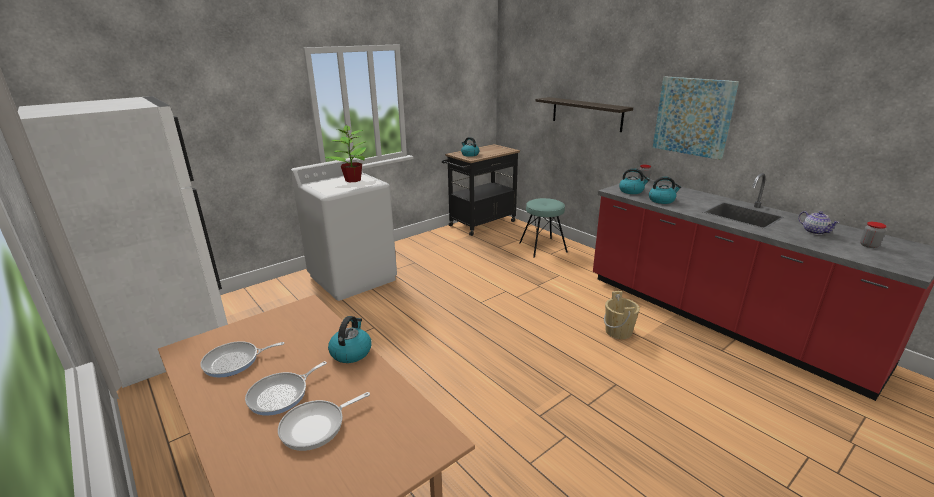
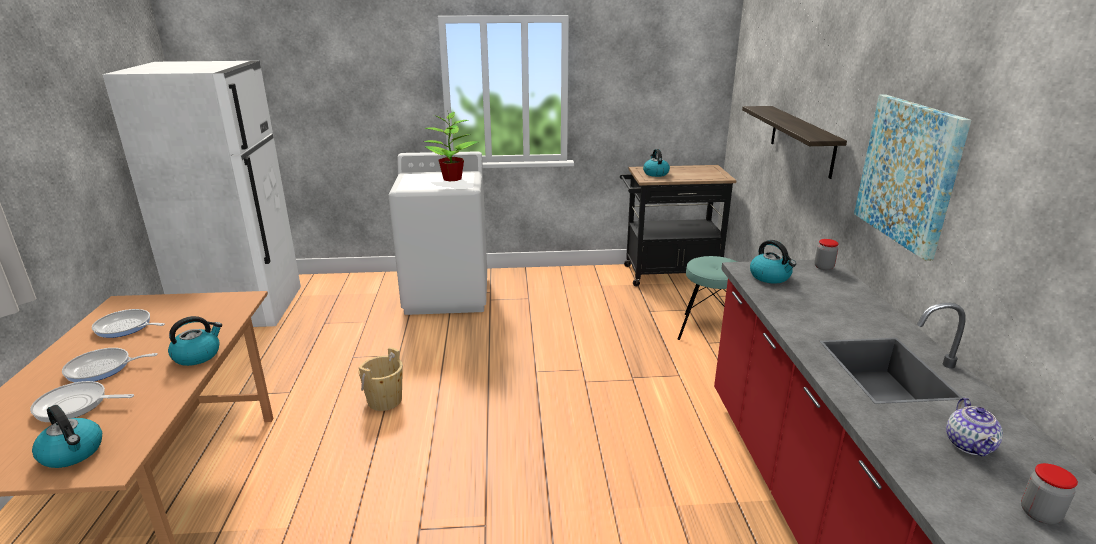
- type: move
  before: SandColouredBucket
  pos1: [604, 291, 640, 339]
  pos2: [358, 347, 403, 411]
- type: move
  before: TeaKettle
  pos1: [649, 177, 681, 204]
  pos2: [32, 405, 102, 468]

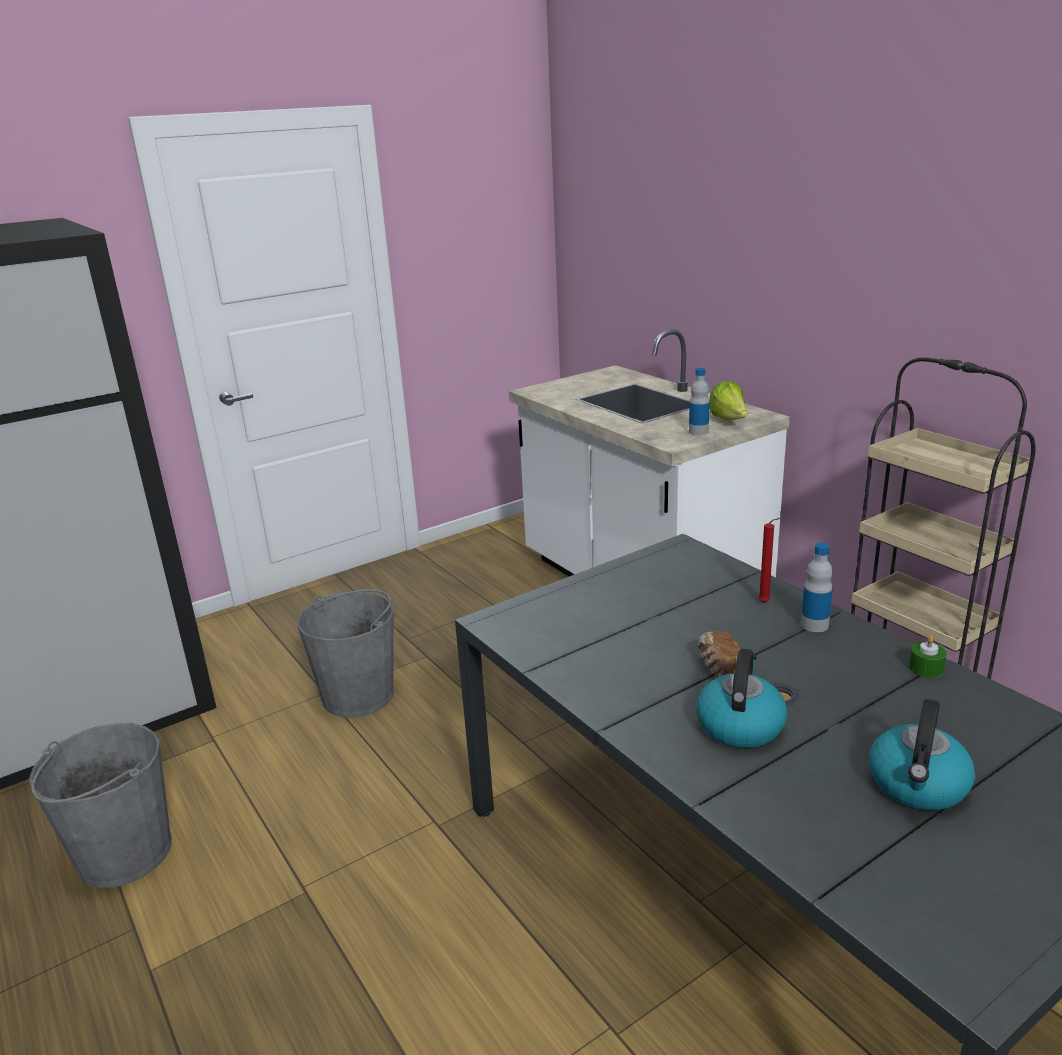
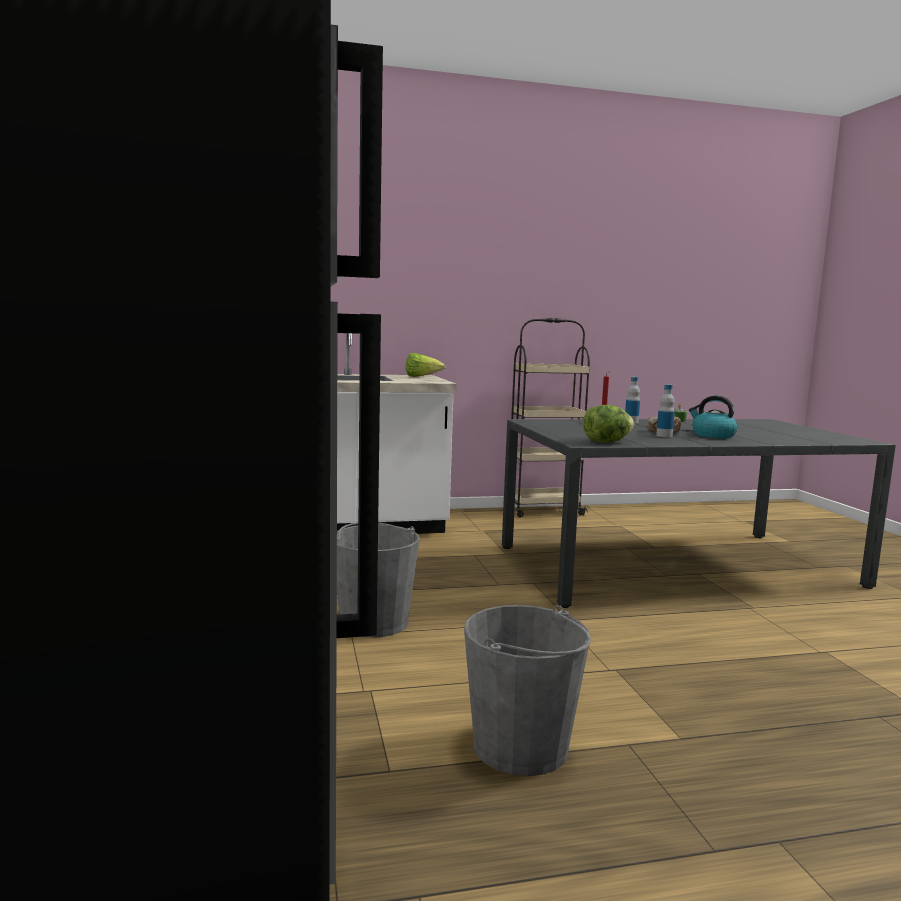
- type: delete
  before: TeaKettle
  pos1: [869, 699, 975, 810]
- type: insert
  after: Lettuce
  pos2: [583, 405, 634, 443]
- type: move
  before: Bottle
  pos1: [689, 368, 710, 435]
  pos2: [656, 384, 675, 437]

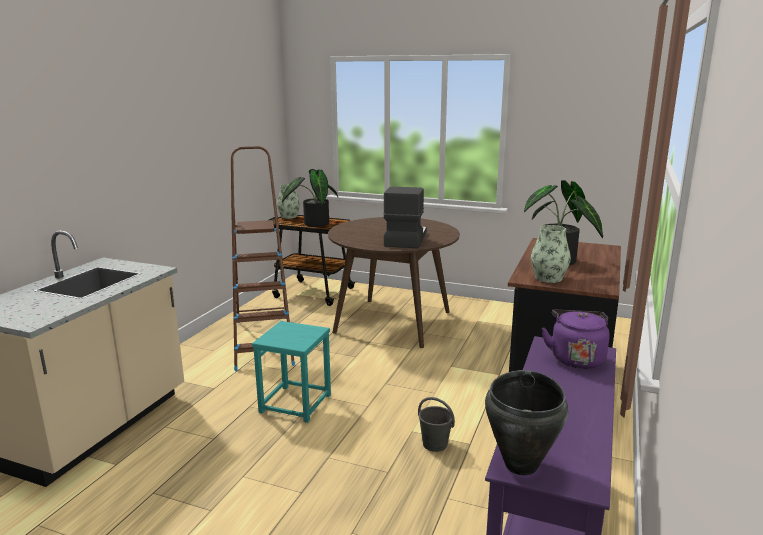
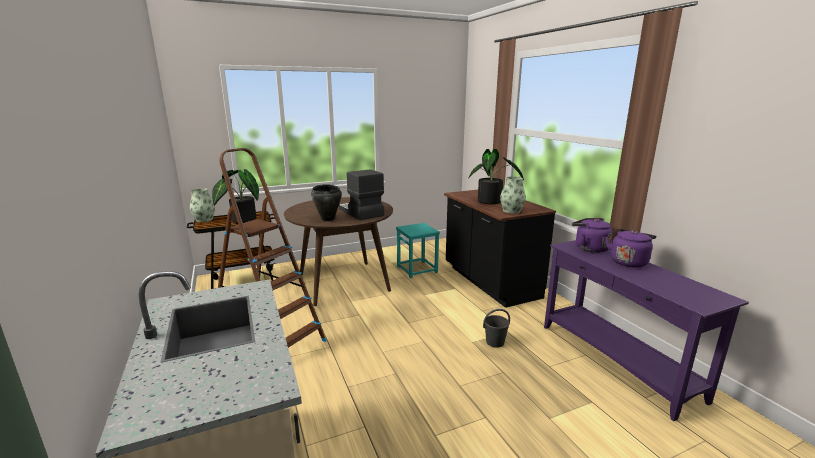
- type: insert
  after: PurplishTeaKettle
  pos2: [605, 229, 656, 268]
- type: move
  before: BlueGreenStoolSeat
  pos1: [252, 321, 331, 423]
  pos2: [396, 223, 440, 278]
- type: move
  before: BlackishStockpot
  pos1: [485, 370, 569, 475]
  pos2: [311, 184, 342, 221]

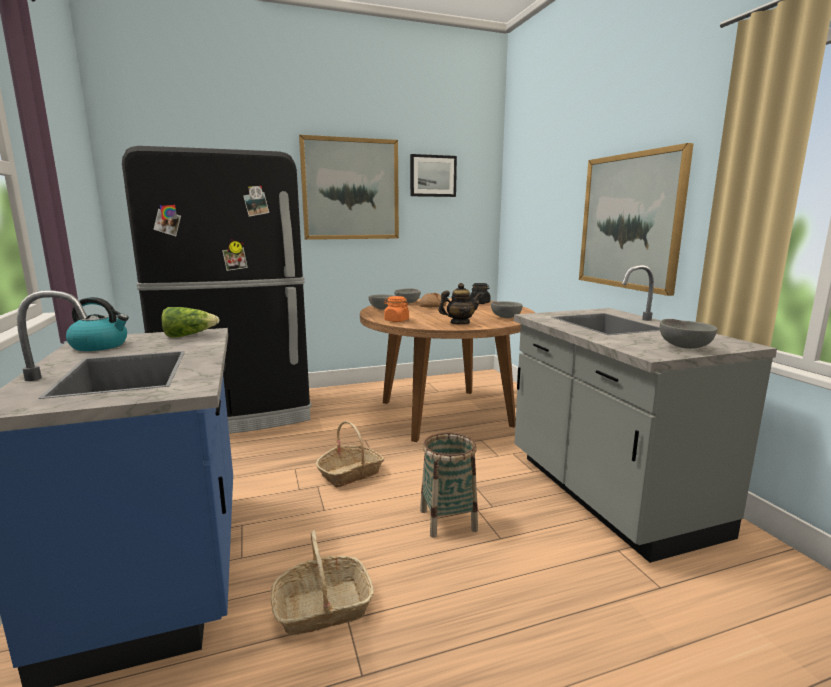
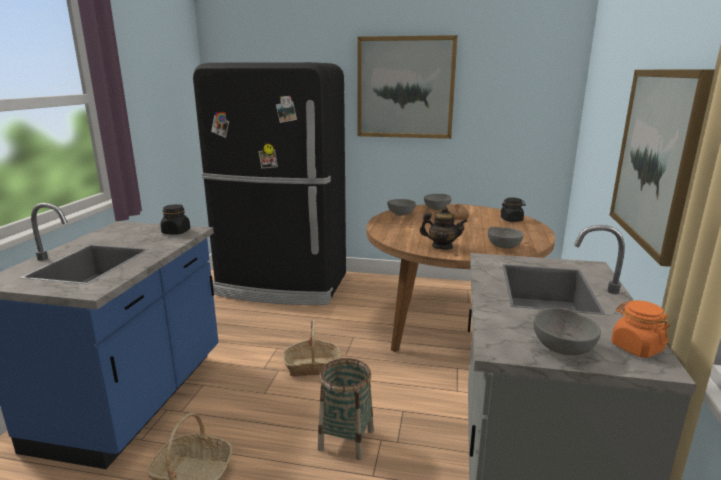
- type: delete
  before: TeaKettle
  pos1: [66, 297, 129, 351]
- type: delete
  before: WallArt
  pos1: [410, 154, 457, 197]
- type: move
  before: OrangePreserveJar
  pos1: [384, 296, 409, 322]
  pos2: [611, 300, 670, 358]
- type: replace
  before: Lettuce
  after: BlackishPreserveJar
  pos1: [161, 307, 220, 338]
  pos2: [160, 204, 190, 235]

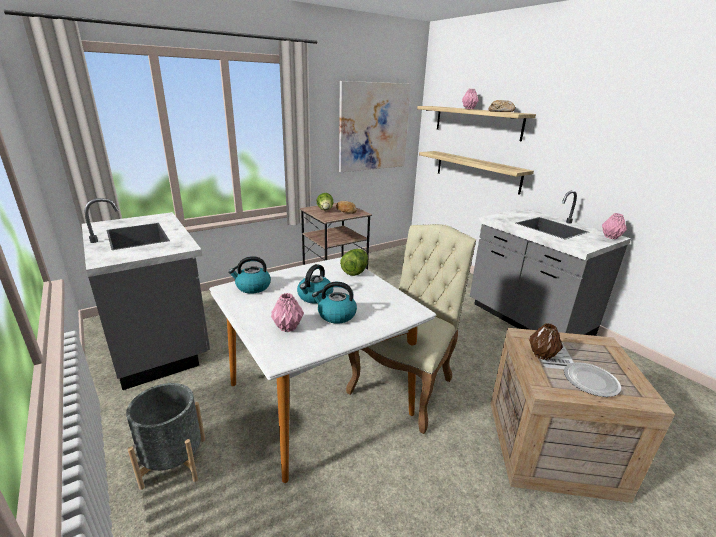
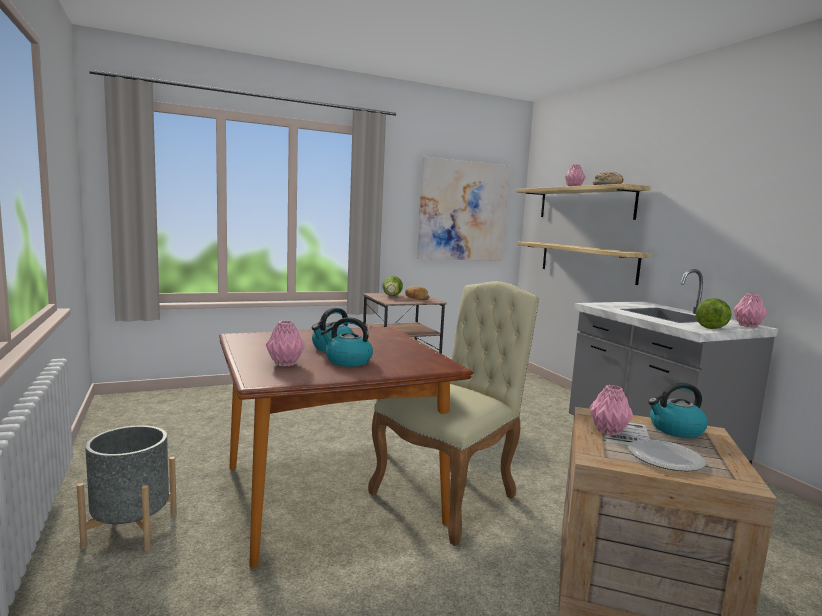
- type: delete
  before: GreyishCounter
  pos1: [82, 198, 210, 390]
- type: move
  before: TeaKettle
  pos1: [228, 256, 271, 294]
  pos2: [648, 382, 708, 438]
- type: move
  before: Lettuce
  pos1: [340, 249, 368, 276]
  pos2: [695, 298, 732, 329]
- type: recolor
  before: WhiteColouredDinnerTable
  after: BrownColouredDinnerTable
  pos1: [209, 257, 436, 483]
  pos2: [219, 327, 473, 568]
- type: recolor
  before: BrownColouredDecorativeVase
  after: PinkishDecorativeVase
  pos1: [529, 323, 563, 360]
  pos2: [589, 385, 633, 436]

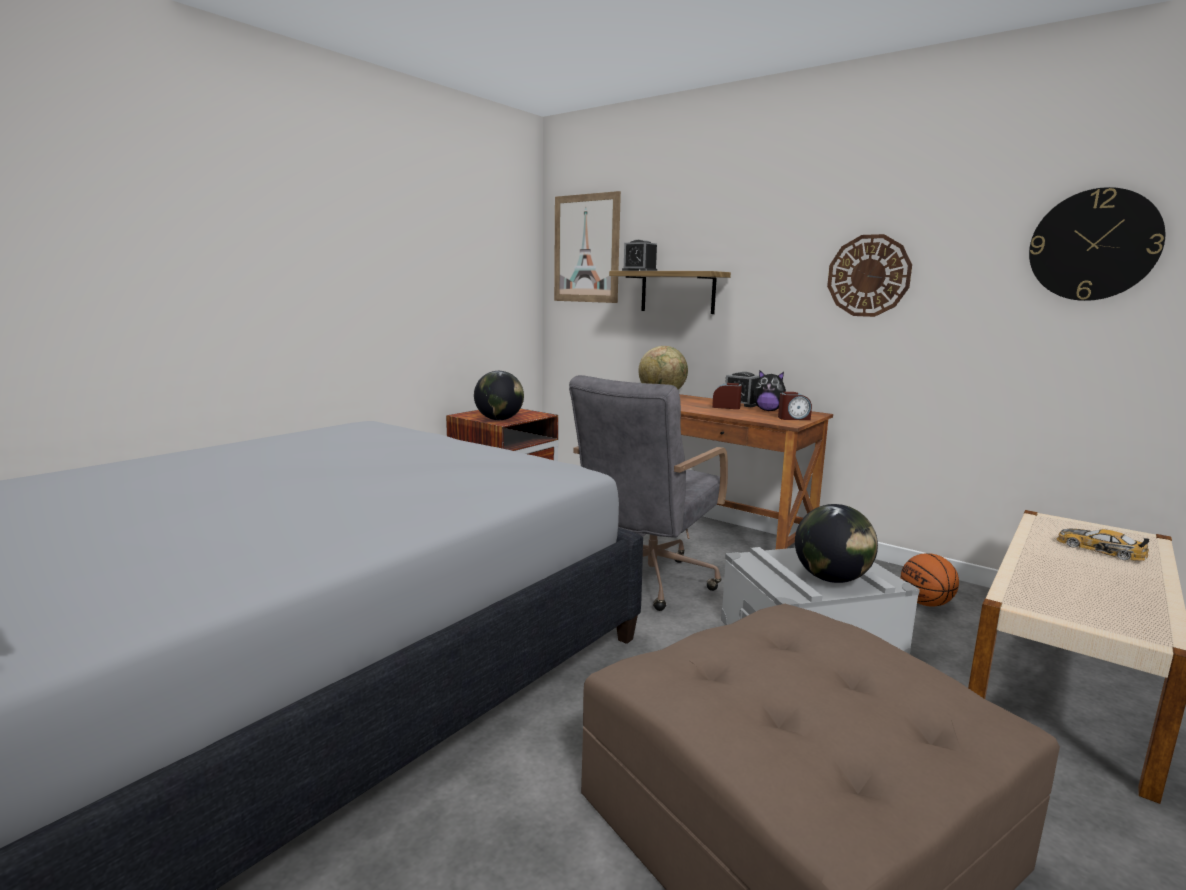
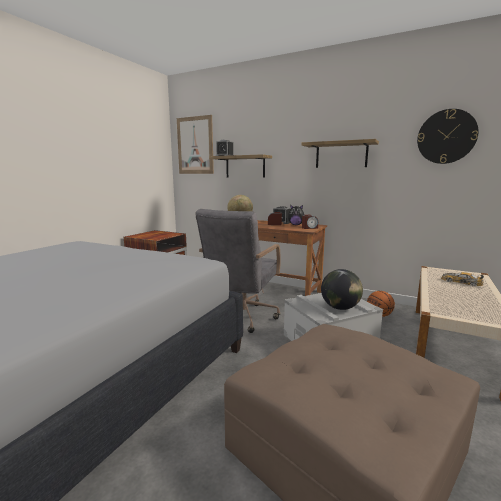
- type: delete
  before: DeskGlobe
  pos1: [474, 371, 524, 420]
- type: replace
  before: WallClock
  after: WallShelf
  pos1: [827, 234, 912, 317]
  pos2: [301, 139, 379, 168]

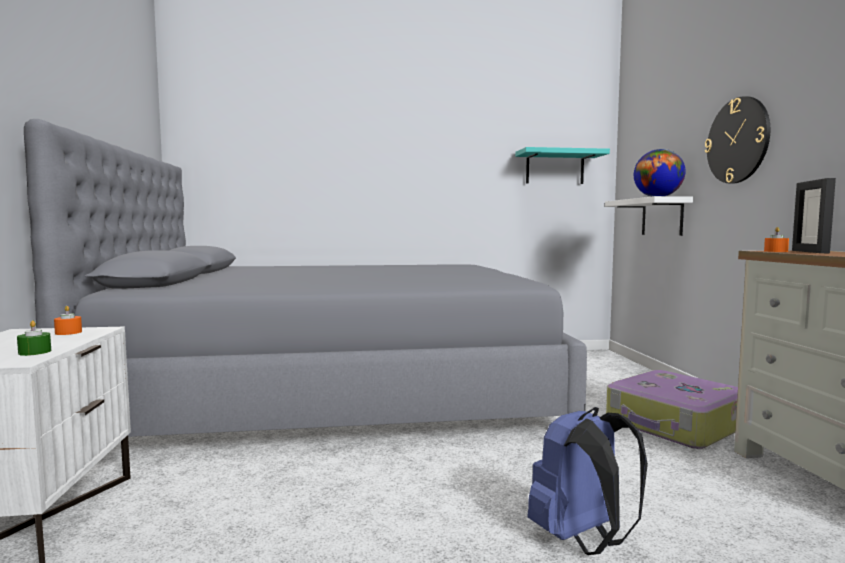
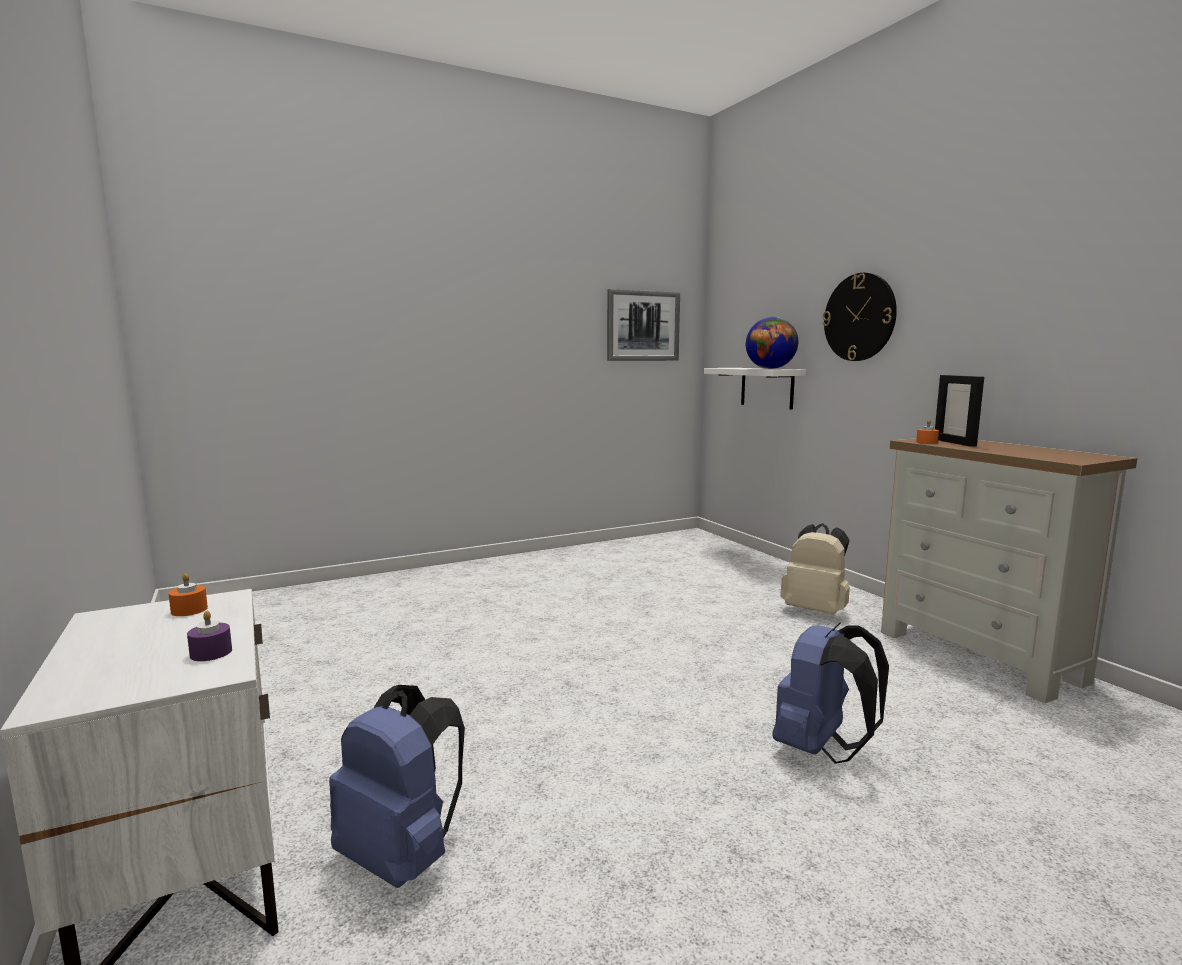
- type: delete
  before: GreyishBed
  pos1: [24, 119, 587, 437]
- type: insert
  after: BluishKnapsack
  pos2: [329, 685, 465, 888]
- type: replace
  before: BlueGreenWallShelf
  after: WallArt
  pos1: [515, 147, 610, 184]
  pos2: [607, 289, 680, 361]
- type: replace
  before: TravelCase
  after: SandColouredKnapsack
  pos1: [606, 370, 738, 449]
  pos2: [780, 523, 850, 614]
- type: recolor
  before: GreenWaxLight
  after: PurplishWaxLight
  pos1: [17, 320, 51, 356]
  pos2: [187, 611, 232, 661]

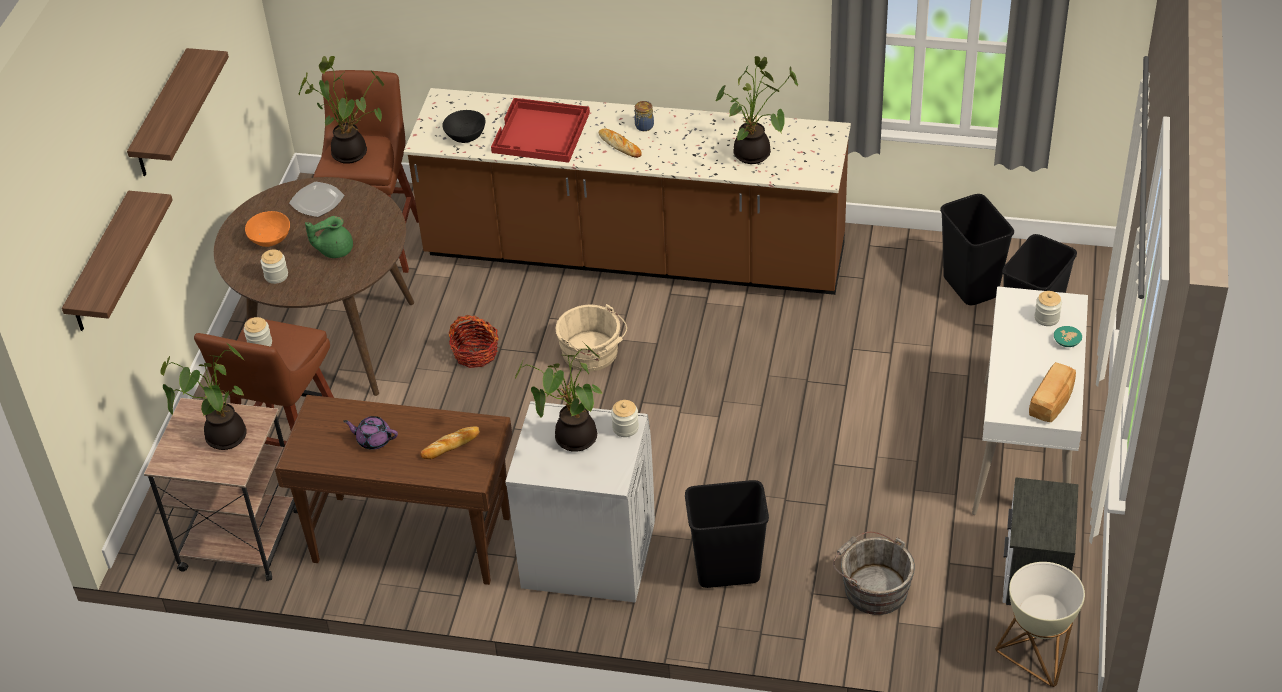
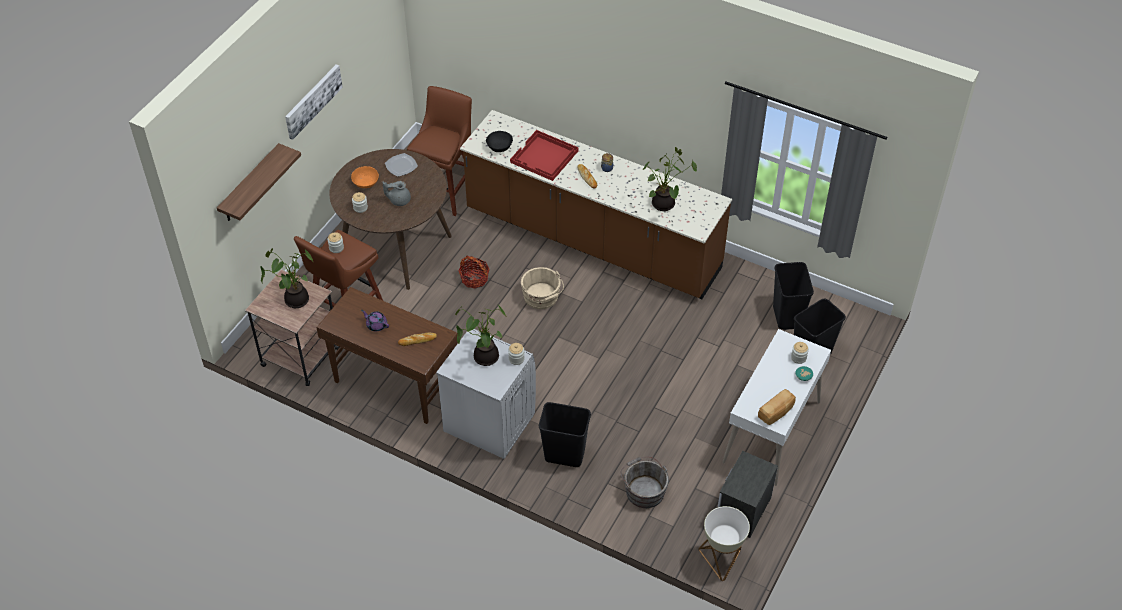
- type: delete
  before: Houseplant
  pos1: [298, 56, 384, 164]
- type: replace
  before: WallShelf
  after: WallArt
  pos1: [127, 48, 229, 176]
  pos2: [285, 64, 343, 140]
- type: recolor
  before: GreenTeaPot
  after: GreyishTeaPot
  pos1: [305, 216, 353, 258]
  pos2: [382, 181, 411, 206]

